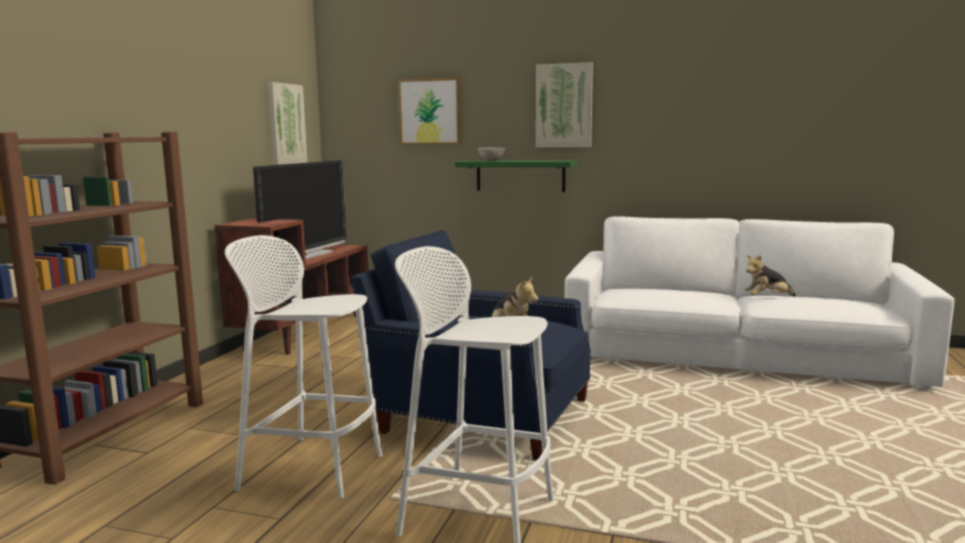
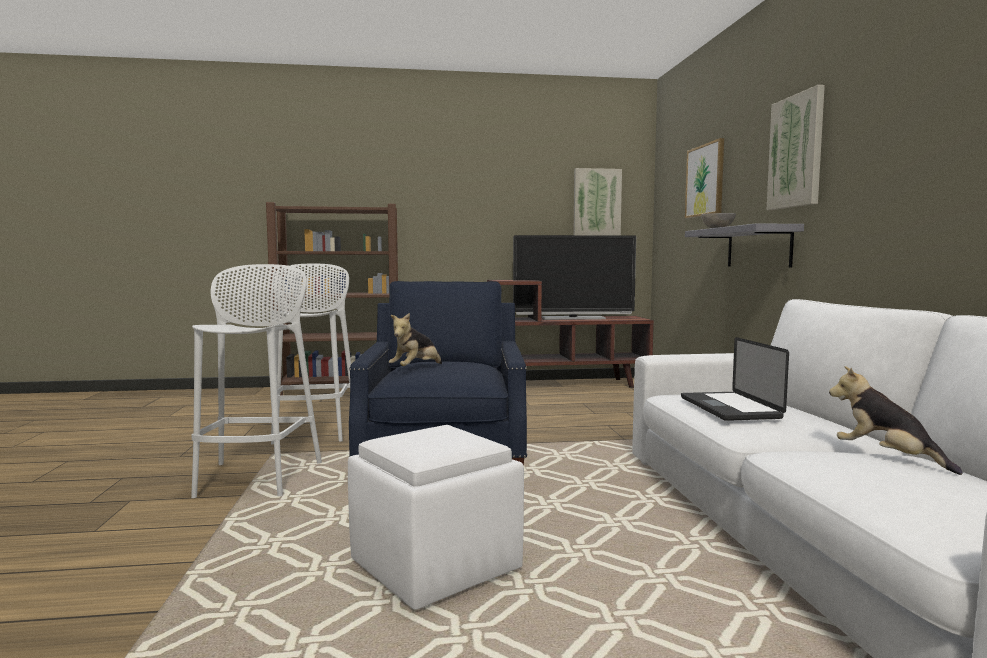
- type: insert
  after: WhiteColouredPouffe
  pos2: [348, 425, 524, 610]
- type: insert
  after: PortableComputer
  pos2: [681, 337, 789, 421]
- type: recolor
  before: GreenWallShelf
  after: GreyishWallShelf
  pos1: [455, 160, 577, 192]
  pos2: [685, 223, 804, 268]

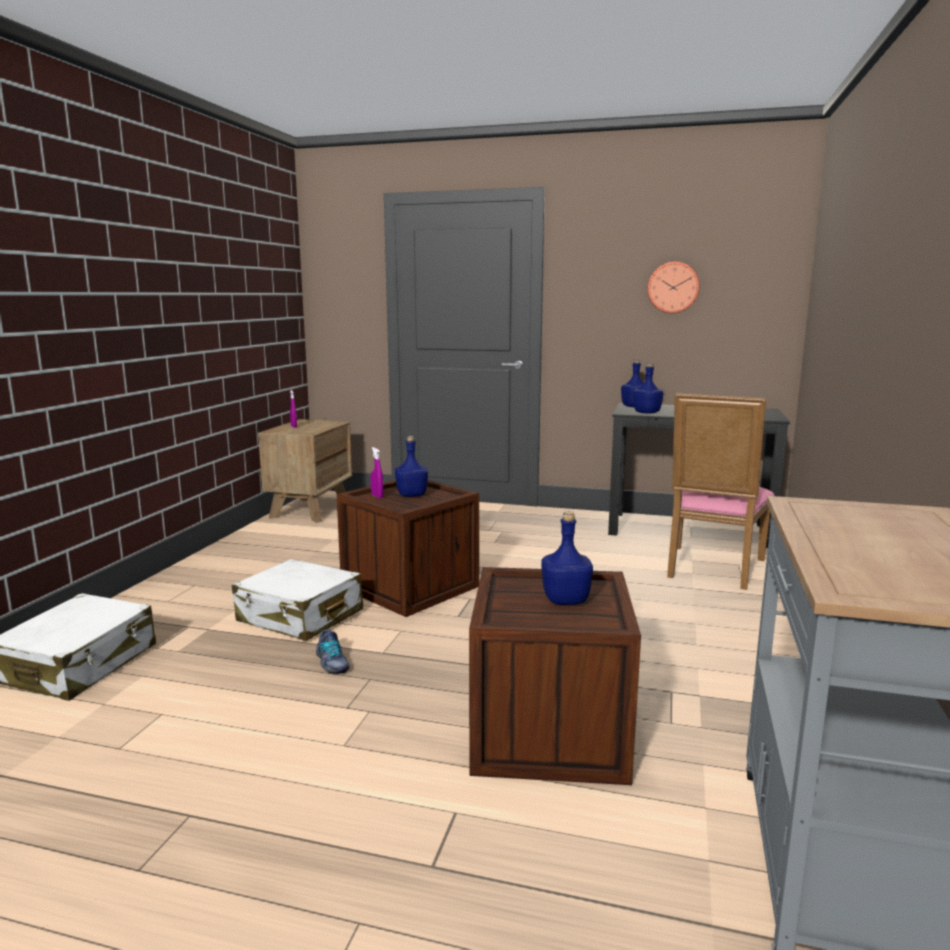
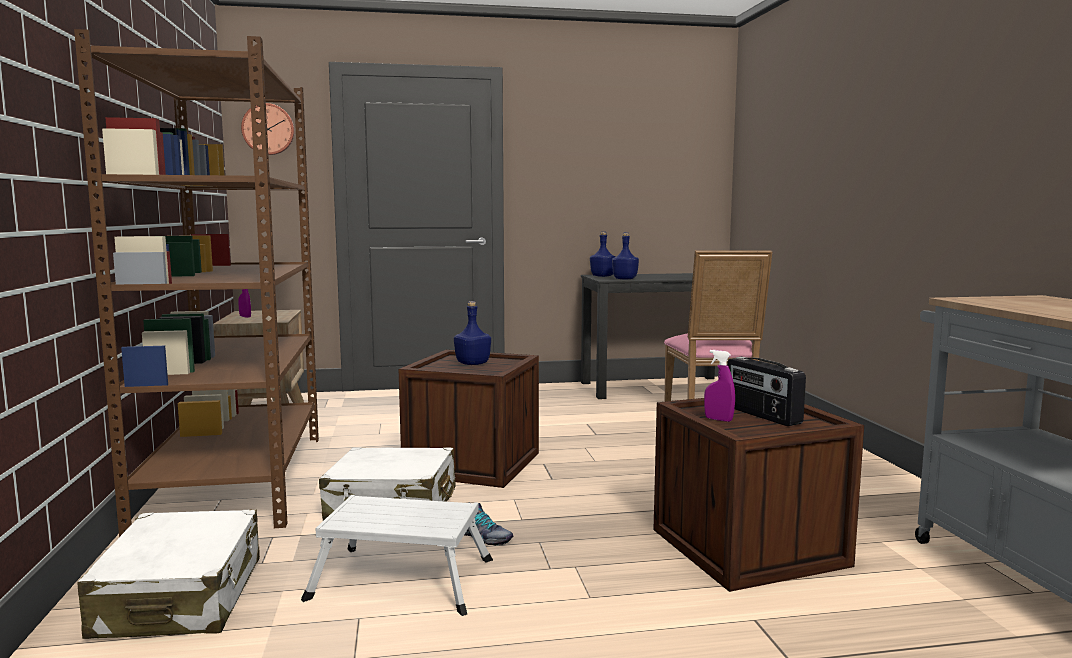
- type: insert
  after: BrownColouredBookshelf
  pos2: [74, 29, 319, 537]
- type: insert
  after: WhiteColouredStepStool
  pos2: [301, 495, 493, 616]
- type: move
  before: PurplishHandSprayer
  pos1: [370, 447, 384, 498]
  pos2: [704, 350, 735, 422]
- type: move
  before: WallClock
  pos1: [648, 262, 699, 313]
  pos2: [241, 103, 295, 155]
- type: replace
  before: BluishBottle
  after: RadioReceiver
  pos1: [541, 512, 593, 605]
  pos2: [727, 357, 806, 426]

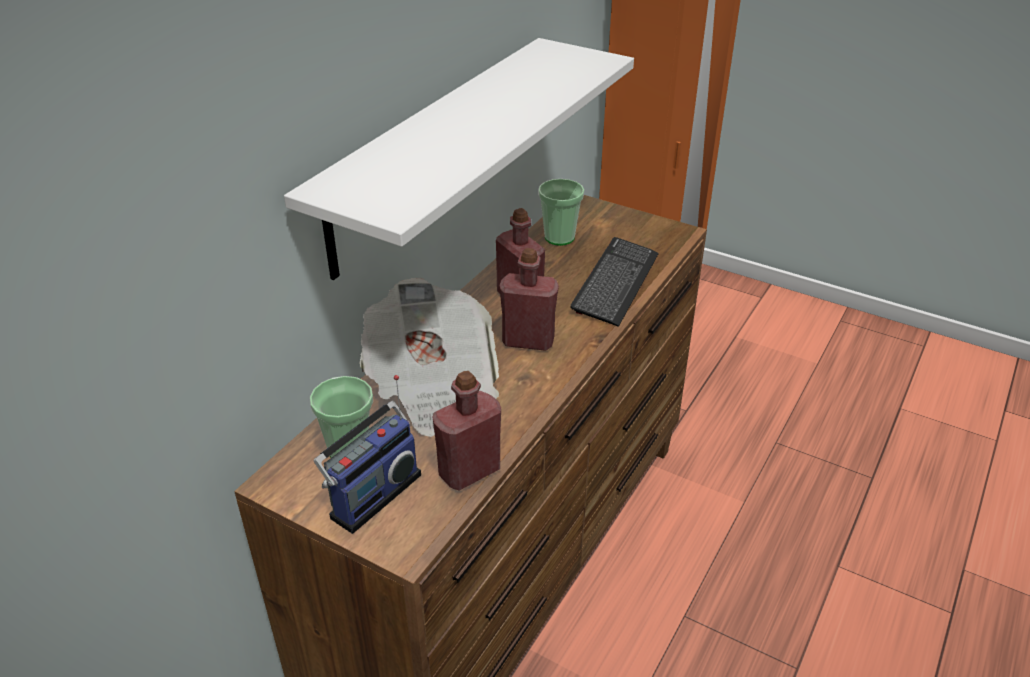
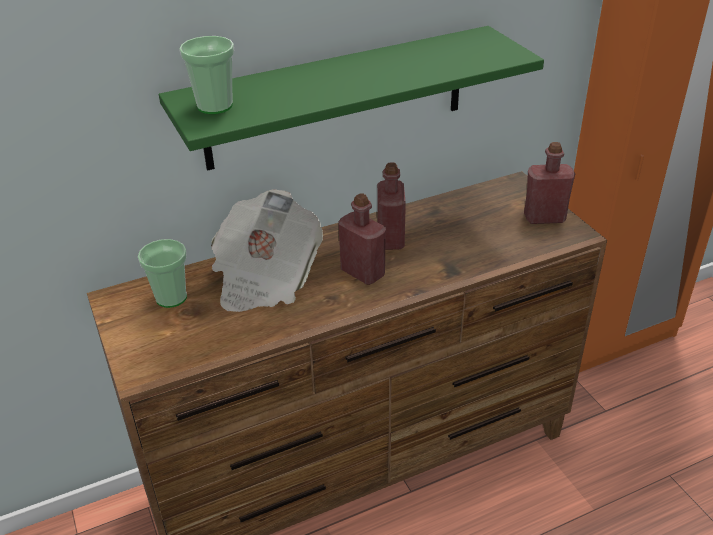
- type: delete
  before: RadioReceiver
  pos1: [314, 375, 421, 534]
- type: delete
  before: PcKeyboard
  pos1: [571, 237, 659, 327]
- type: move
  before: ReddishBottle
  pos1: [433, 371, 501, 491]
  pos2: [524, 142, 575, 224]
- type: move
  before: DrinkingCup
  pos1: [538, 179, 584, 246]
  pos2: [179, 36, 234, 114]
- type: recolor
  before: WhiteColouredWallShelf
  after: GreenWallShelf
  pos1: [284, 38, 634, 280]
  pos2: [159, 26, 544, 171]

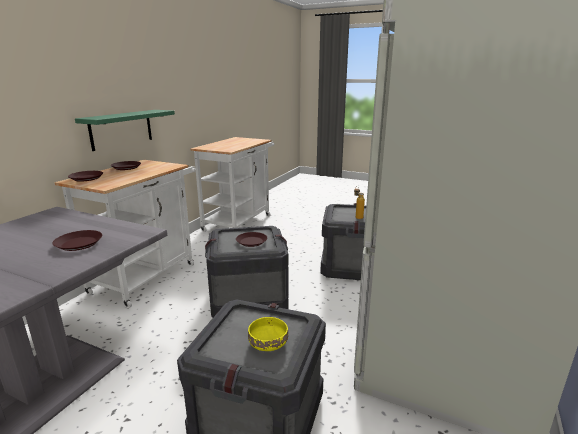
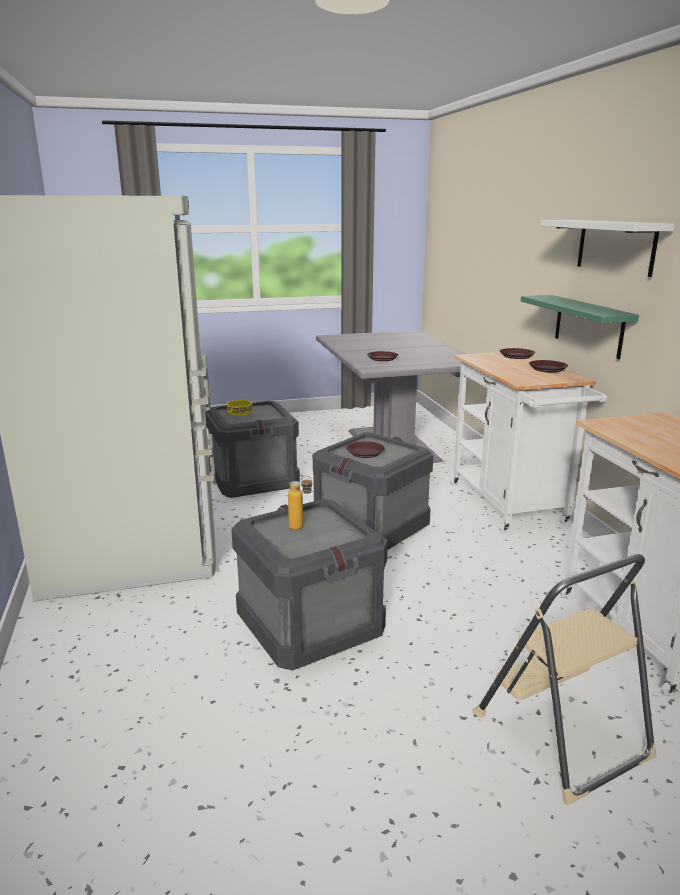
- type: insert
  after: SandColouredStepStool
  pos2: [472, 554, 656, 805]
- type: insert
  after: WhiteColouredWallShelf
  pos2: [541, 220, 675, 277]

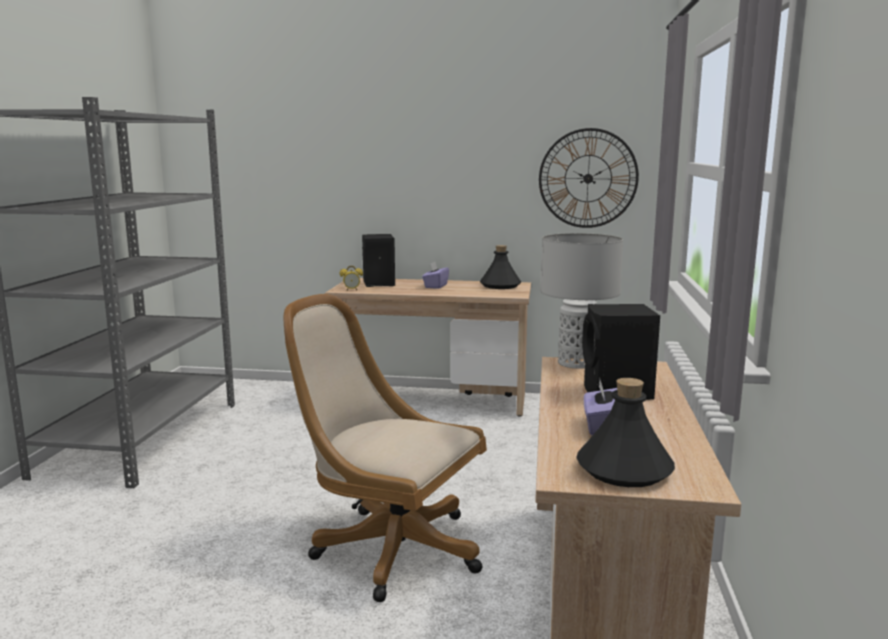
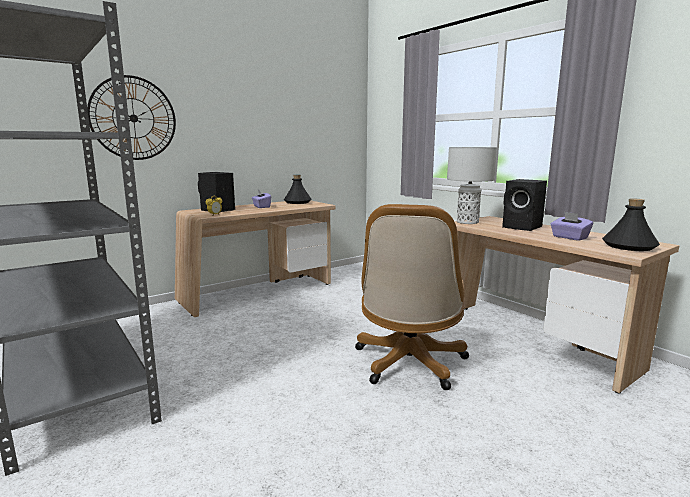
- type: move
  before: WallClock
  pos1: [539, 128, 639, 228]
  pos2: [87, 75, 176, 160]
- type: rotate
  before: ComputerChair
  pos1: [284, 294, 487, 602]
  pos2: [355, 204, 469, 390]
  turn: -60

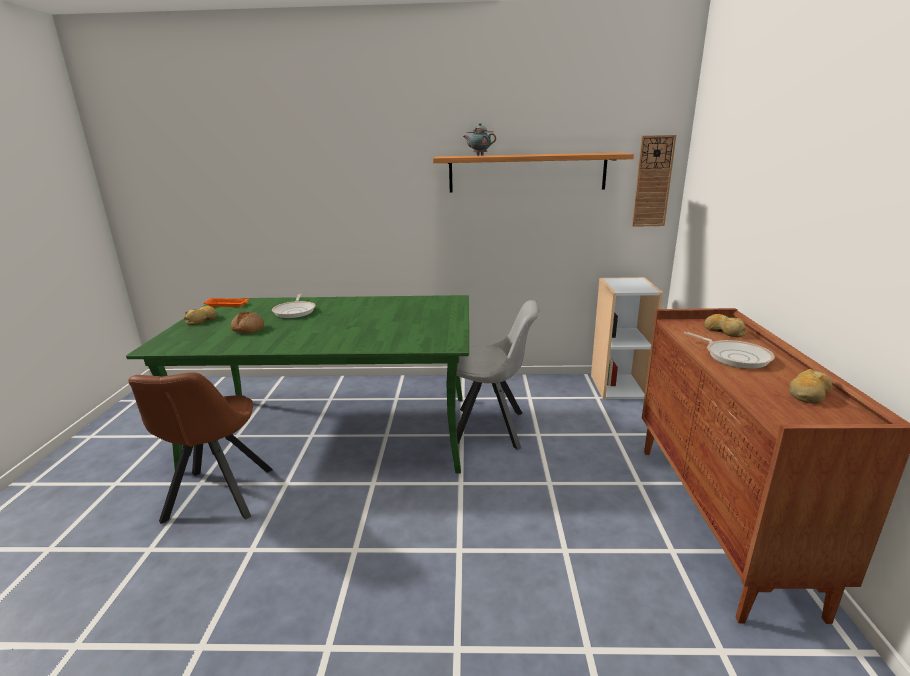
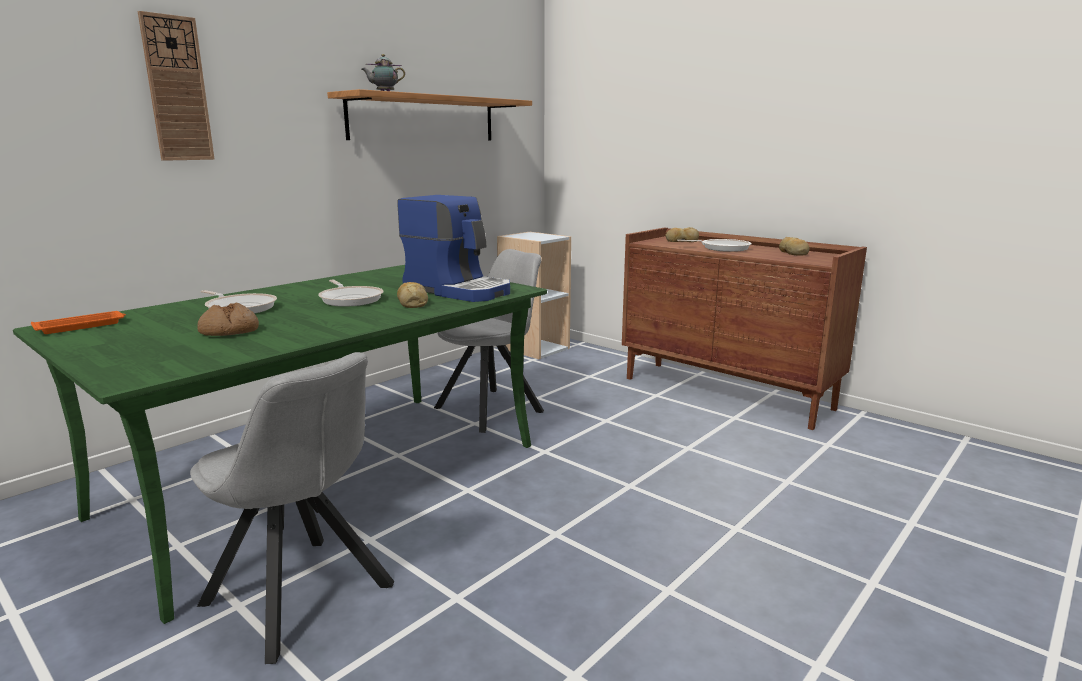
- type: insert
  after: Skillet
  pos2: [318, 280, 384, 307]
- type: insert
  after: CoffeeMachine
  pos2: [397, 195, 510, 302]
- type: move
  before: Bread
  pos1: [184, 306, 217, 325]
  pos2: [397, 282, 428, 308]
- type: move
  before: WallClock
  pos1: [632, 135, 676, 227]
  pos2: [138, 11, 215, 161]
- type: recolor
  before: BrownColouredUprightChair
  after: GreyishUprightChair
  pos1: [128, 372, 273, 524]
  pos2: [190, 352, 394, 664]

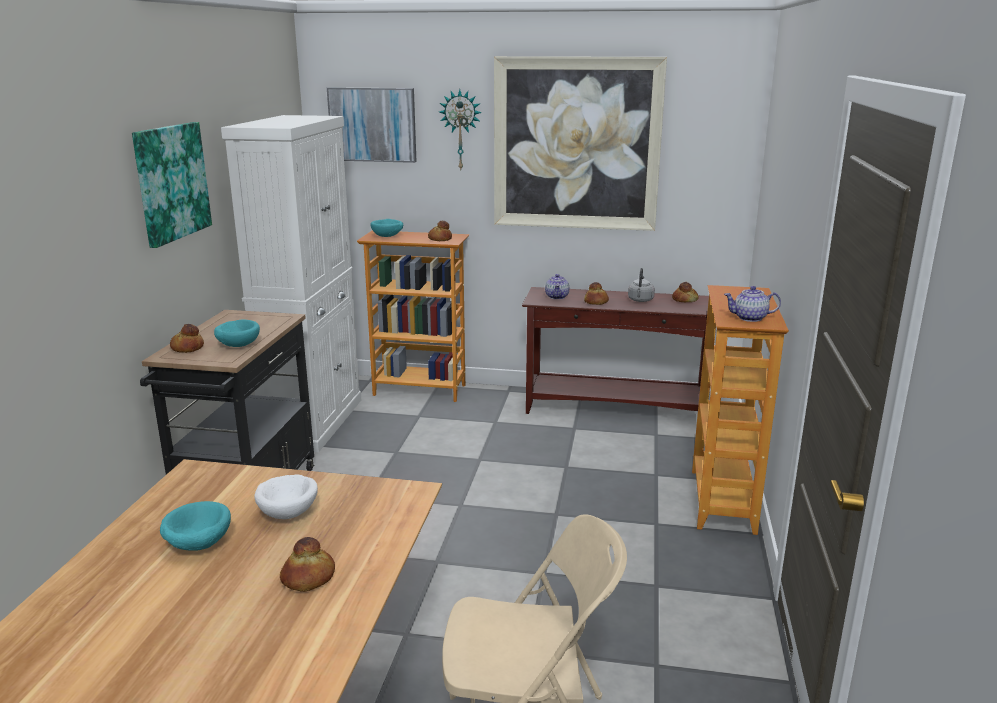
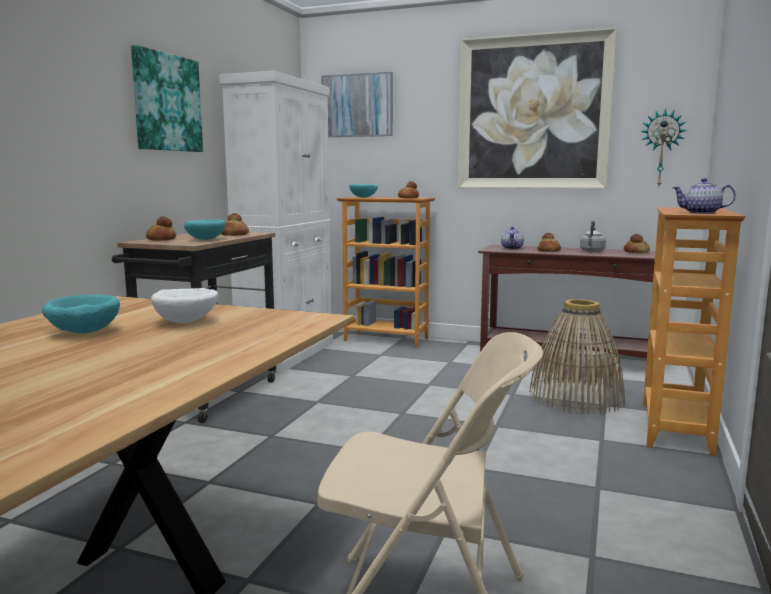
- type: insert
  after: Basket
  pos2: [530, 299, 625, 415]
- type: move
  before: Bread
  pos1: [280, 537, 335, 592]
  pos2: [221, 213, 249, 236]
- type: move
  before: WallClock
  pos1: [439, 89, 482, 170]
  pos2: [640, 108, 687, 186]

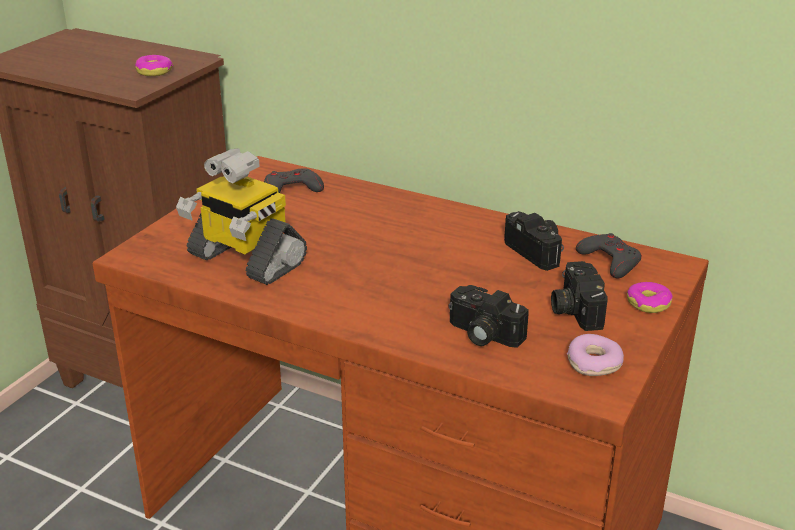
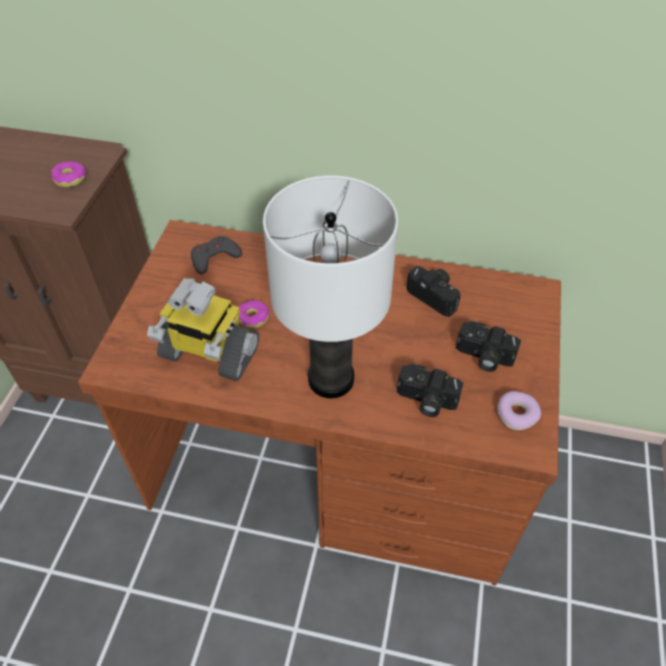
- type: delete
  before: GreyishGamepad
  pos1: [576, 233, 642, 278]
- type: insert
  after: WhiteColouredLampForATable
  pos2: [263, 175, 399, 398]
- type: move
  before: Donut
  pos1: [627, 282, 673, 313]
  pos2: [238, 300, 269, 328]
- type: rotate
  before: PhotoCamera
  pos1: [551, 261, 608, 331]
  pos2: [456, 321, 521, 372]
  turn: -45

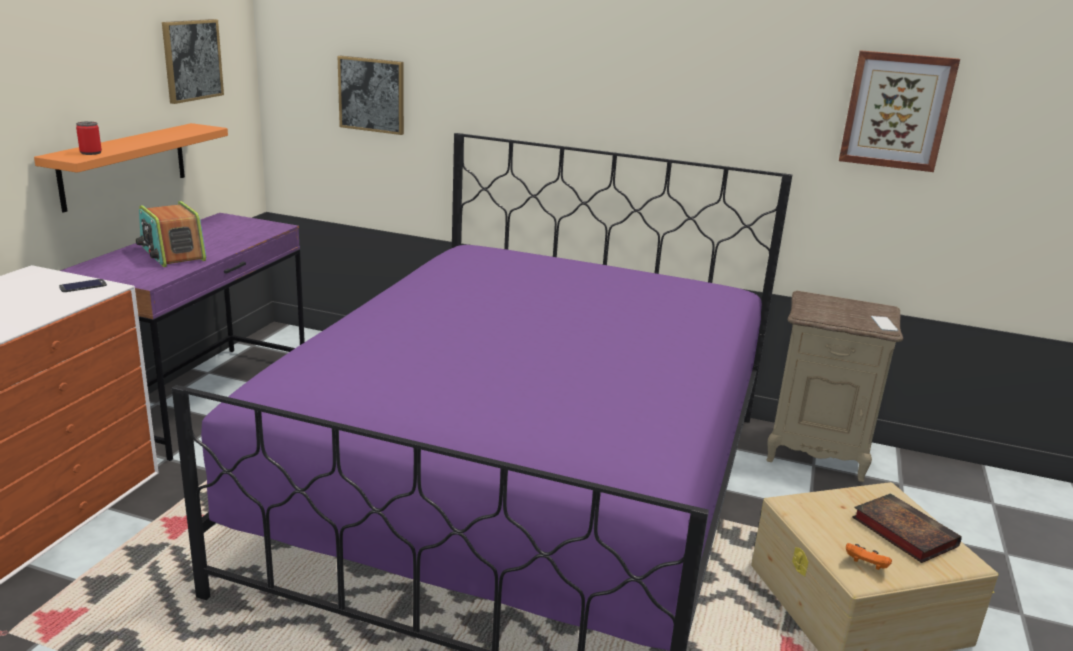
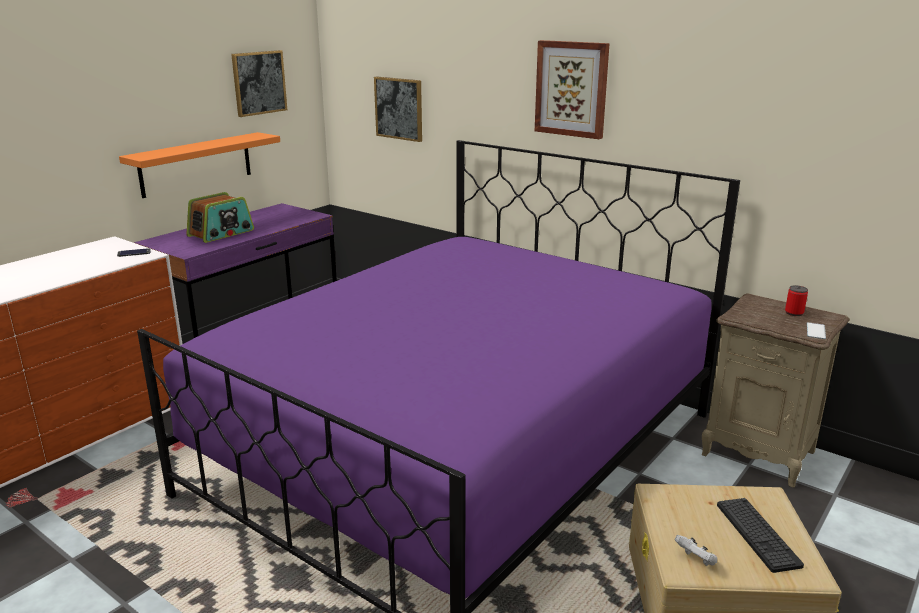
- type: move
  before: SealedCan
  pos1: [76, 121, 102, 155]
  pos2: [785, 285, 808, 316]
- type: move
  before: WallArt
  pos1: [839, 50, 960, 172]
  pos2: [535, 40, 610, 139]
- type: replace
  before: BoundBook
  after: PcKeyboard
  pos1: [852, 493, 962, 563]
  pos2: [717, 498, 804, 573]
- type: recolor
  before: OrangeGamepad
  after: WhiteColouredGamepad
  pos1: [846, 543, 892, 570]
  pos2: [675, 535, 717, 566]
- type: rotate
  before: RadioReceiver
  pos1: [136, 201, 206, 267]
  pos2: [187, 192, 254, 243]
  turn: -120

